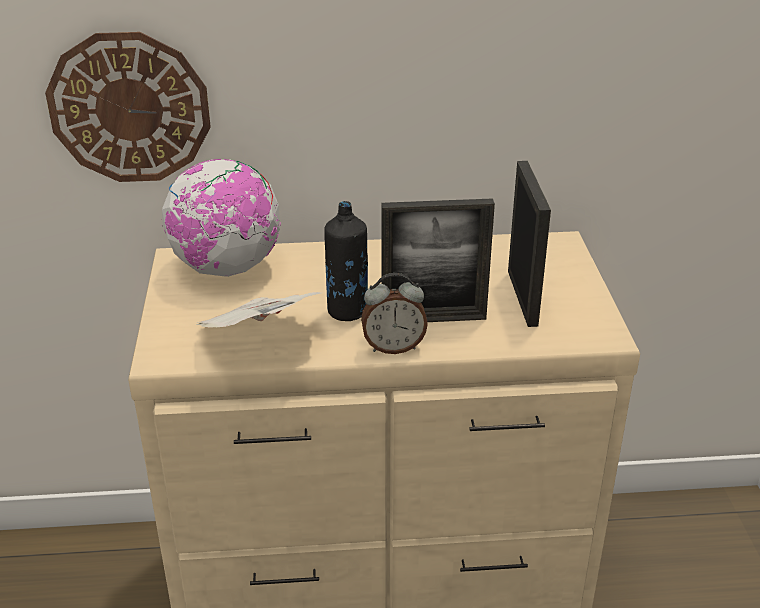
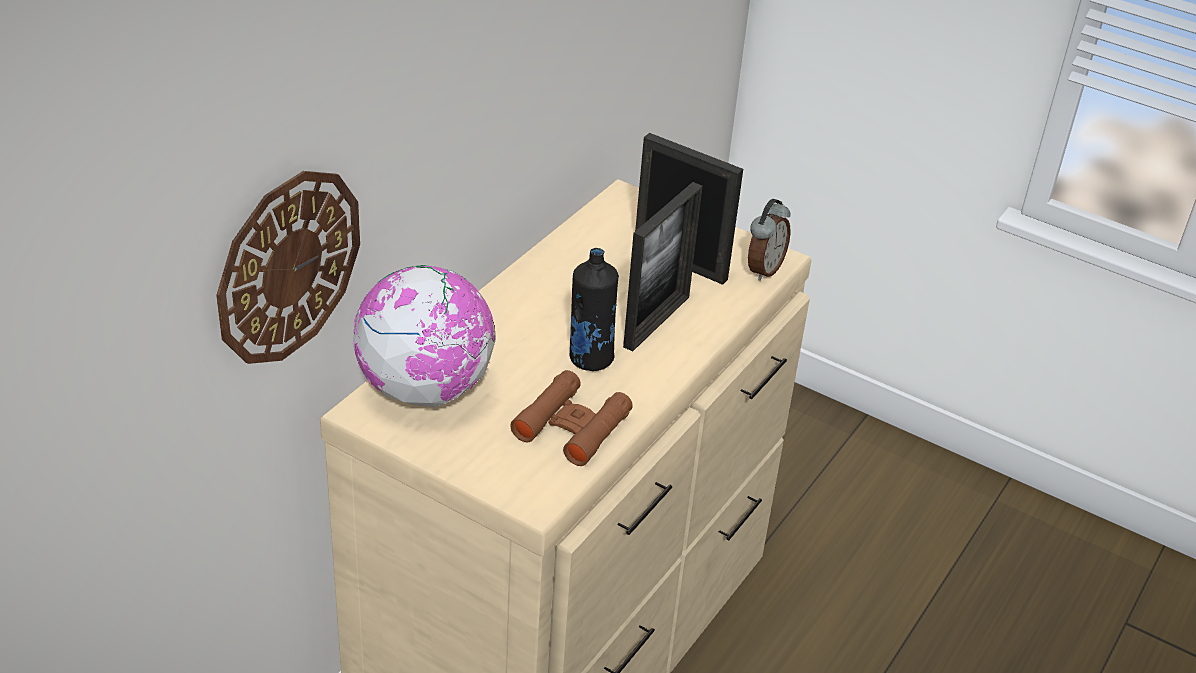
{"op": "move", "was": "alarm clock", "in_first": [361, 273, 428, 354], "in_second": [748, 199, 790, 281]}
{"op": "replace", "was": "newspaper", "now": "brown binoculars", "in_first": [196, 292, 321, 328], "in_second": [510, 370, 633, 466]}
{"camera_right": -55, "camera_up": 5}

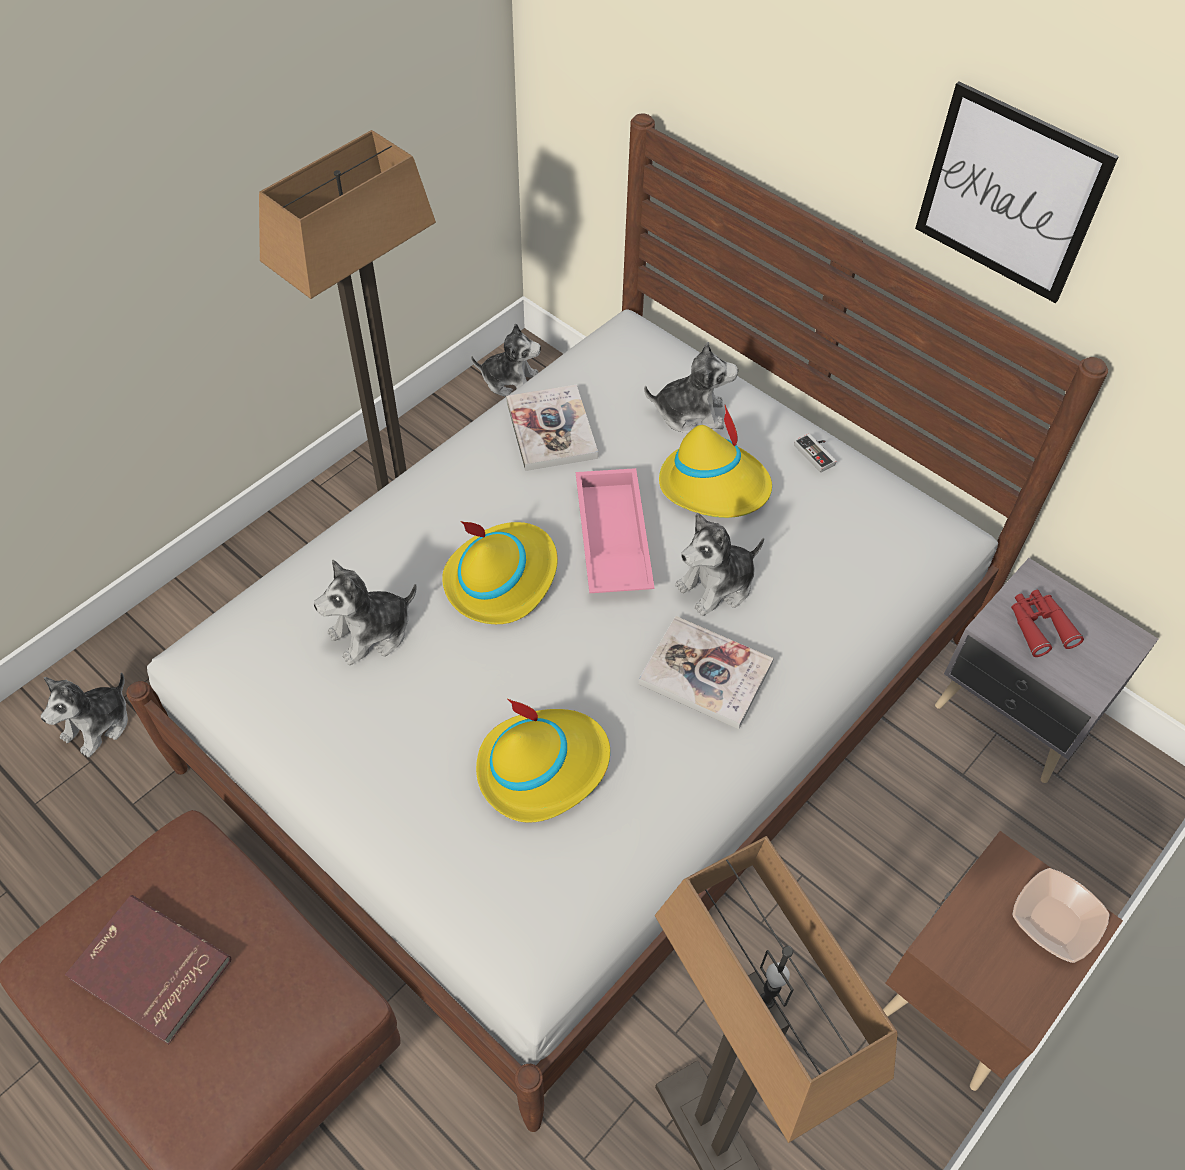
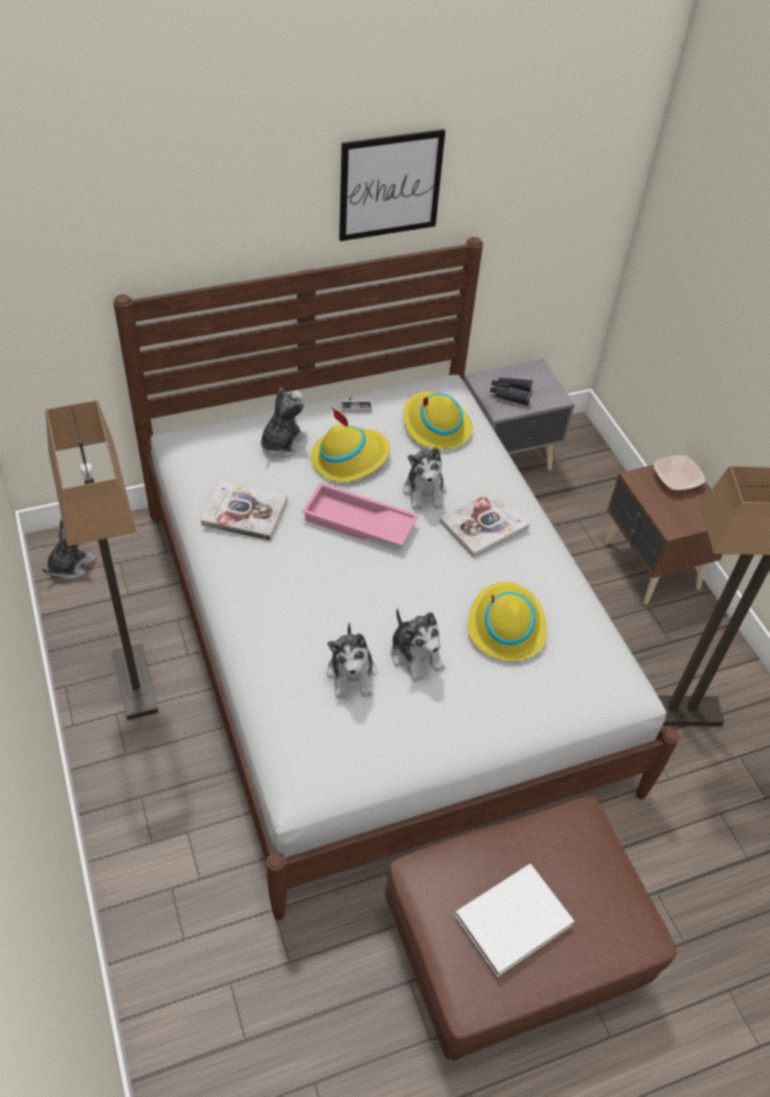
{"op": "move", "was": "plush toy", "in_first": [41, 673, 128, 757], "in_second": [391, 608, 445, 682]}
{"op": "move", "was": "yellow hat", "in_first": [442, 521, 558, 624], "in_second": [403, 391, 473, 449]}
{"op": "recolor", "was": "red book", "now": "white book", "in_first": [65, 895, 231, 1045], "in_second": [455, 864, 574, 977]}
{"op": "recolor", "was": "red binoculars", "now": "black binoculars", "in_first": [1011, 590, 1084, 657], "in_second": [490, 378, 533, 406]}
{"camera_right": -65, "camera_up": -5}

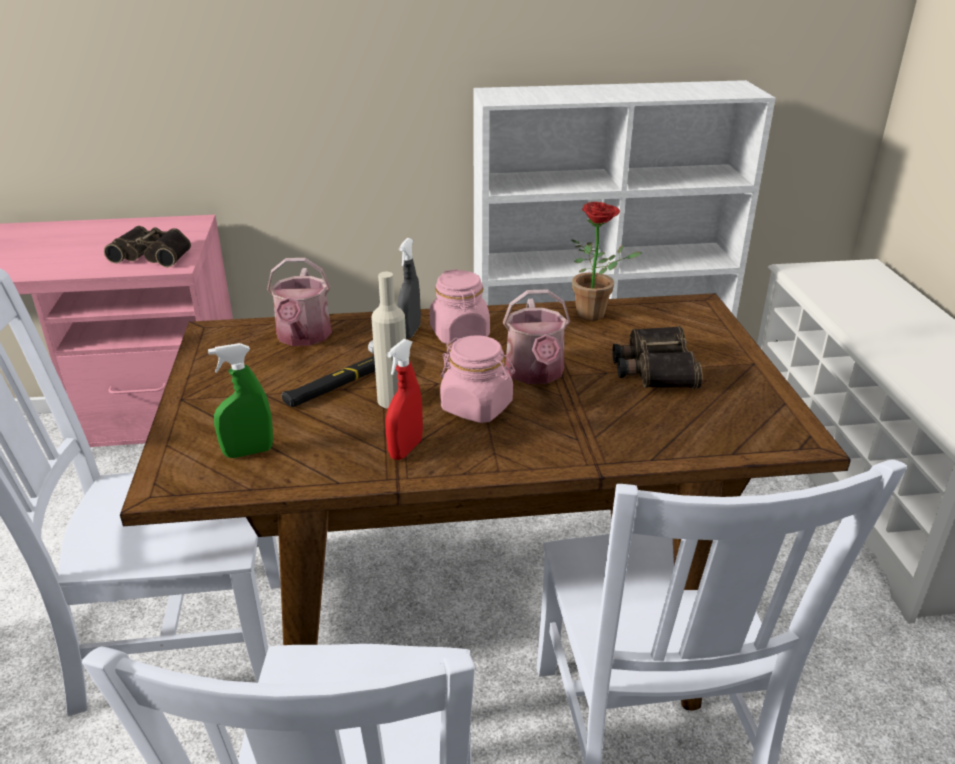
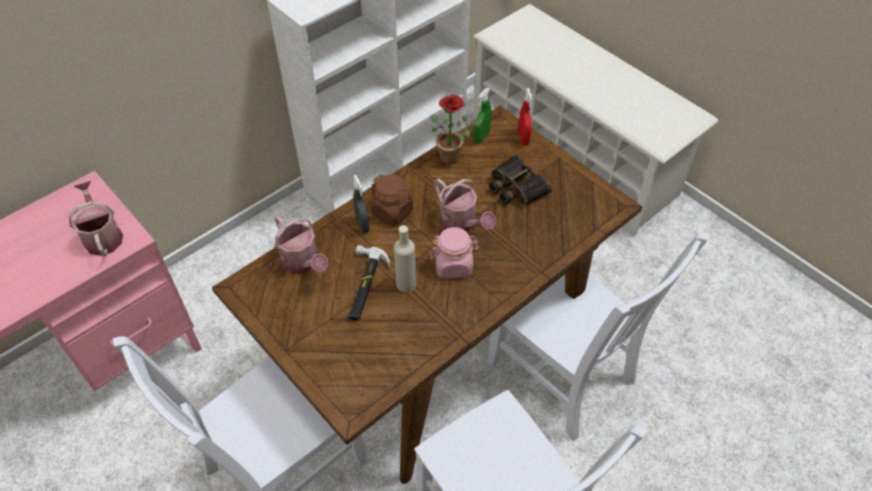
{"op": "move", "was": "green spray bottle", "in_first": [208, 343, 273, 458], "in_second": [473, 88, 492, 144]}
{"op": "move", "was": "red spray bottle", "in_first": [385, 339, 423, 460], "in_second": [518, 88, 533, 145]}
{"op": "replace", "was": "binoculars", "now": "watering can", "in_first": [104, 226, 191, 267], "in_second": [69, 181, 123, 256]}
{"op": "recolor", "was": "pink jar", "now": "brown jar", "in_first": [430, 269, 490, 344], "in_second": [370, 174, 413, 226]}
{"camera_right": -35, "camera_up": 20}

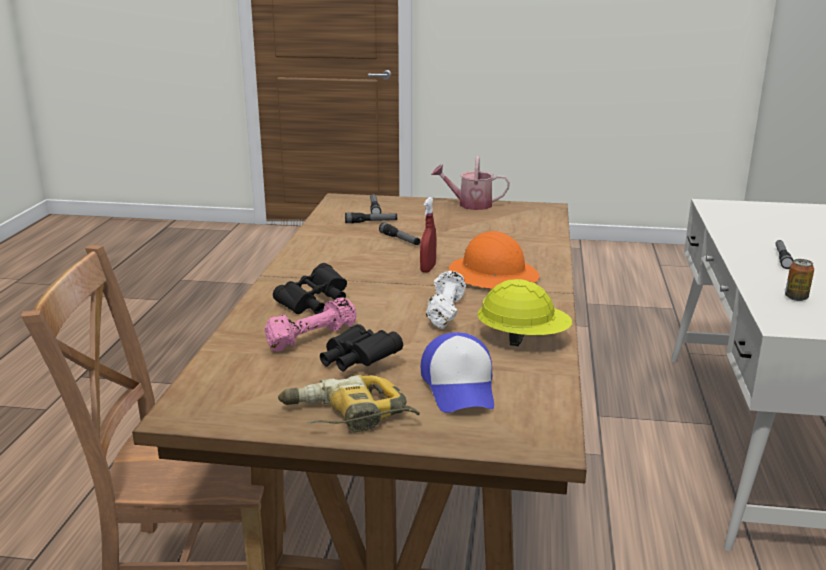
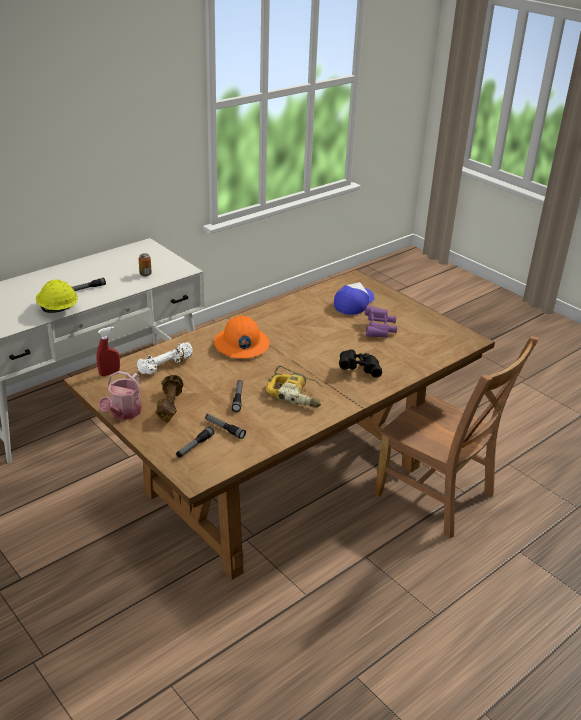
{"op": "delete", "was": "pink dumbbell", "in_first": [264, 297, 356, 352]}
{"op": "insert", "now": "brown dumbbell", "in_second": [156, 375, 183, 422]}
{"op": "move", "was": "power drill", "in_first": [278, 375, 420, 432], "in_second": [266, 366, 323, 408]}
{"op": "move", "was": "red spray bottle", "in_first": [420, 197, 436, 273], "in_second": [96, 326, 120, 376]}
{"op": "move", "was": "white dumbbell", "in_first": [426, 271, 466, 329], "in_second": [137, 342, 193, 375]}
{"op": "move", "was": "yellow hard hat", "in_first": [478, 279, 572, 346], "in_second": [36, 279, 78, 313]}
{"op": "recolor", "was": "black binoculars", "now": "purple binoculars", "in_first": [320, 324, 403, 371], "in_second": [365, 305, 397, 338]}
{"op": "rotate", "was": "watering can", "in_first": [431, 156, 510, 210], "in_second": [98, 371, 142, 420], "clockwise": 60}
{"camera_right": -140, "camera_up": 10}

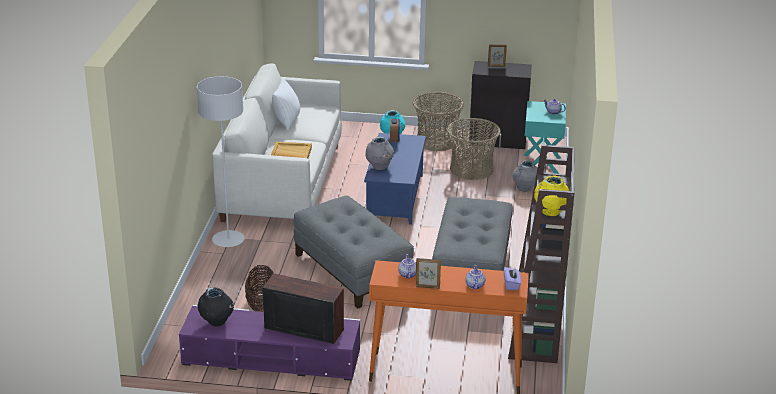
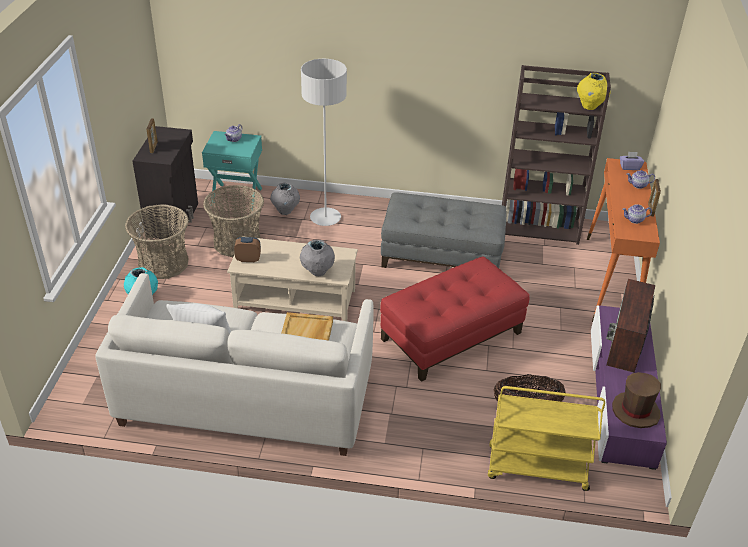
{"op": "insert", "now": "yellow cart", "in_second": [488, 386, 605, 491]}
{"op": "move", "was": "grey floor lamp", "in_first": [197, 76, 245, 247], "in_second": [301, 59, 347, 226]}
{"op": "replace", "was": "black vase", "now": "brown hat", "in_first": [198, 288, 234, 327], "in_second": [612, 372, 661, 428]}
{"op": "recolor", "was": "grey ottoman", "now": "red ottoman", "in_first": [294, 195, 414, 309], "in_second": [380, 257, 530, 382]}
{"op": "recolor", "was": "blue coffee table", "now": "beige coffee table", "in_first": [364, 133, 426, 225], "in_second": [227, 236, 358, 321]}
{"camera_right": -90, "camera_up": 10}

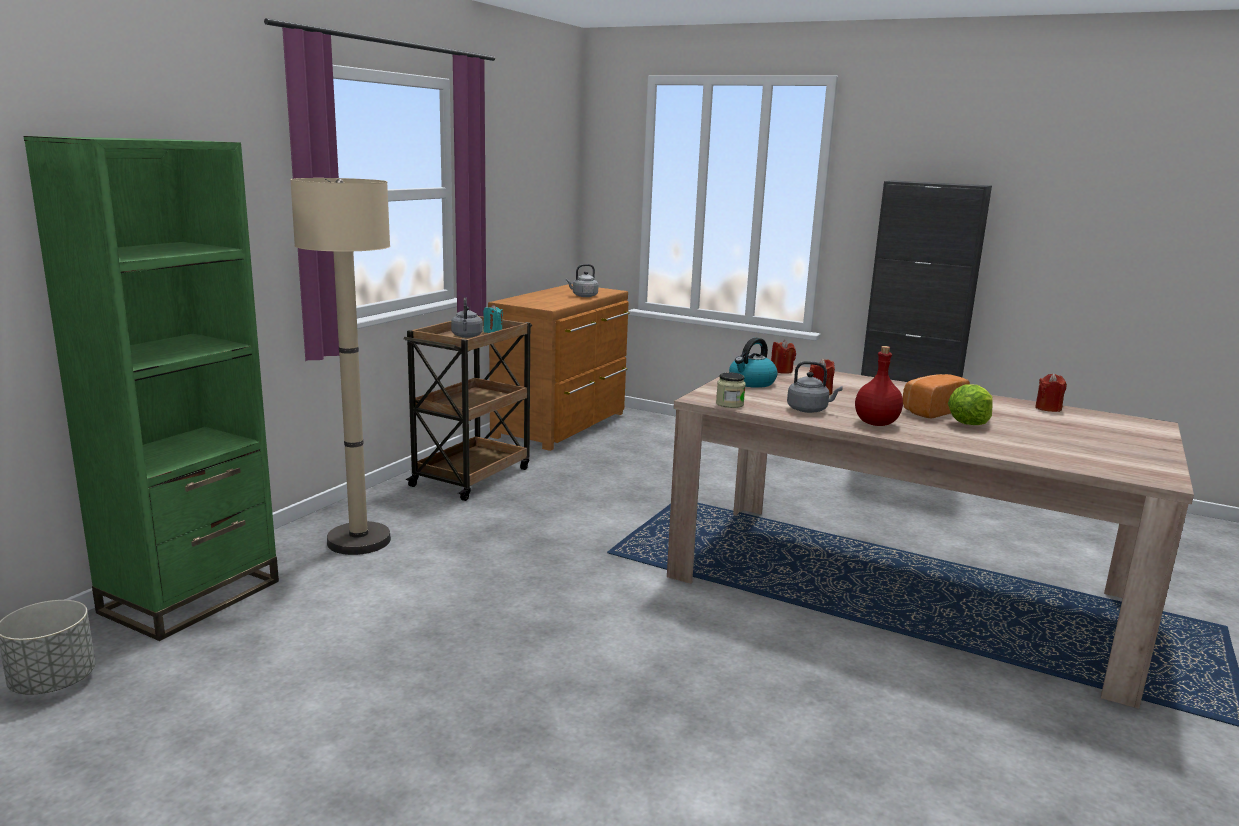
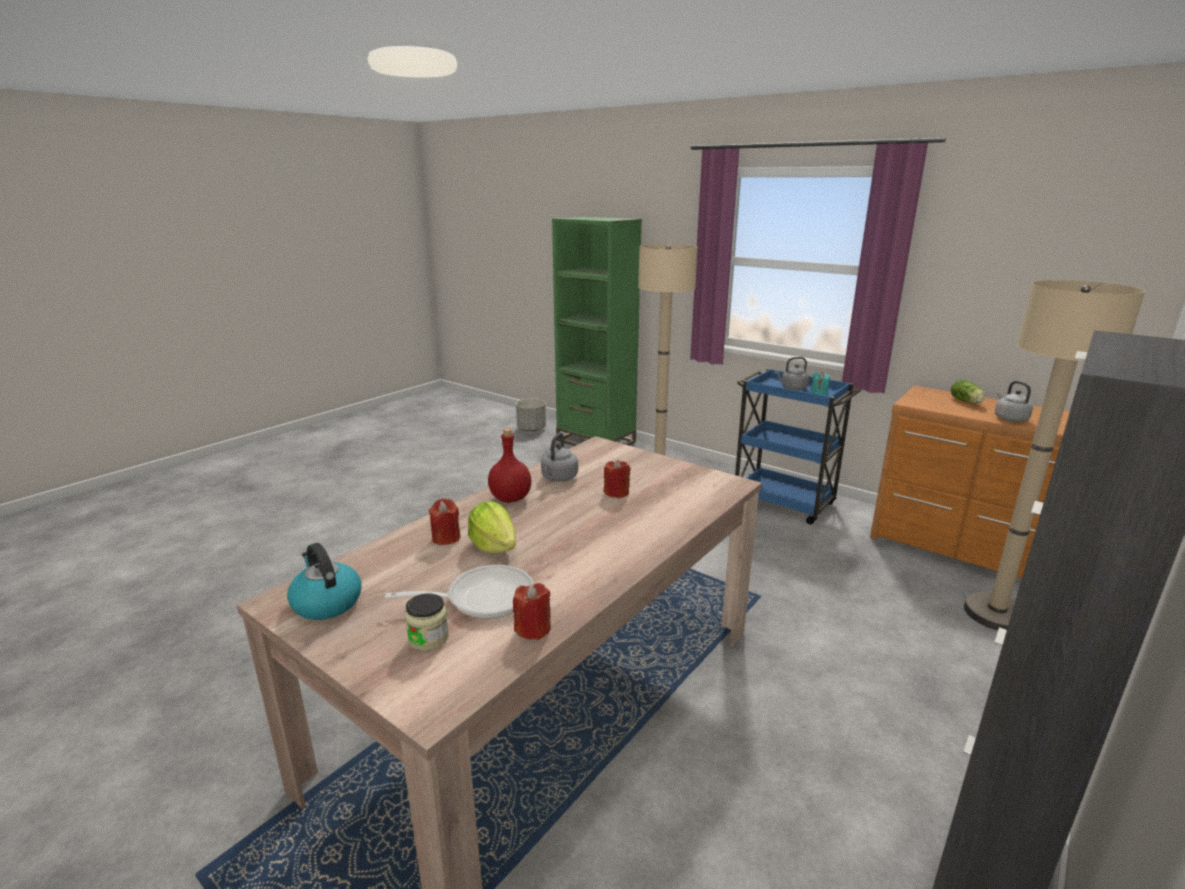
{"op": "delete", "was": "bread", "in_first": [903, 374, 970, 418]}
{"op": "insert", "now": "frying pan", "in_second": [385, 565, 534, 619]}
{"op": "insert", "now": "lettuce", "in_second": [951, 379, 985, 403]}
{"op": "insert", "now": "beige floor lamp", "in_second": [964, 280, 1145, 630]}
{"op": "move", "was": "jar", "in_first": [716, 372, 746, 408], "in_second": [405, 593, 449, 651]}
{"op": "move", "was": "kettle", "in_first": [729, 338, 778, 388], "in_second": [287, 543, 362, 620]}
{"op": "move", "was": "red candle", "in_first": [771, 340, 796, 374], "in_second": [429, 498, 461, 545]}
{"op": "recolor", "was": "brown cart", "now": "blue cart", "in_first": [404, 315, 532, 501], "in_second": [735, 368, 861, 525]}
{"camera_right": 100, "camera_up": 5}

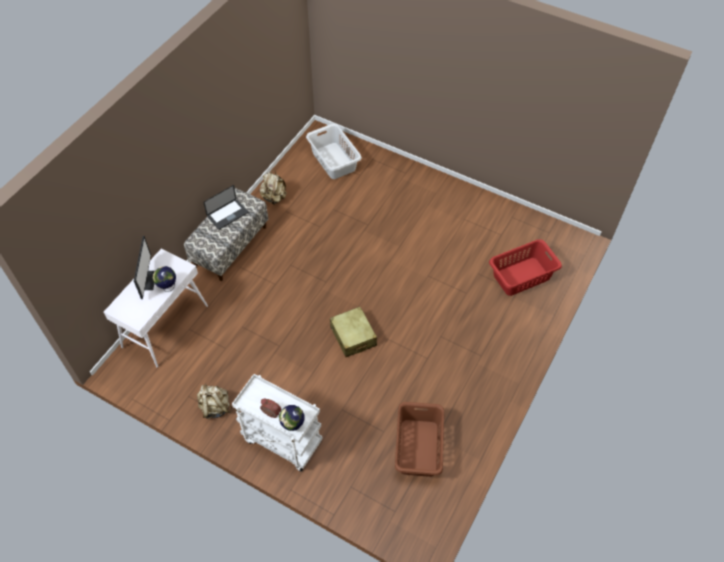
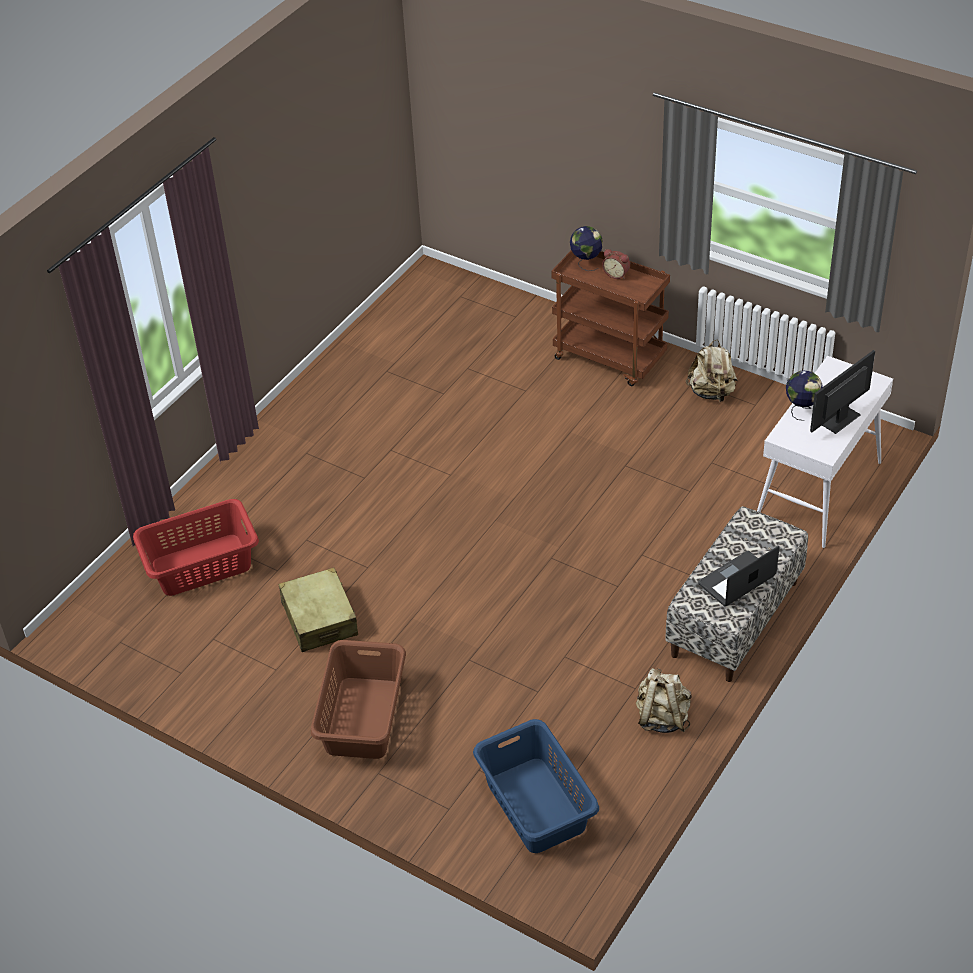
{"op": "move", "was": "beige suitcase", "in_first": [330, 307, 377, 357], "in_second": [278, 567, 358, 652]}
{"op": "move", "was": "brown laundry basket", "in_first": [395, 402, 444, 477], "in_second": [311, 640, 406, 759]}
{"op": "recolor", "was": "white cart", "now": "brown cart", "in_first": [232, 374, 323, 472], "in_second": [551, 250, 670, 386]}
{"op": "recolor", "was": "grey laundry basket", "now": "blue laundry basket", "in_first": [306, 124, 362, 179], "in_second": [473, 719, 599, 853]}
{"op": "rotate", "was": "monitor", "in_first": [134, 236, 154, 299], "in_second": [810, 350, 875, 434], "clockwise": 45}
{"camera_right": -175, "camera_up": -10}

